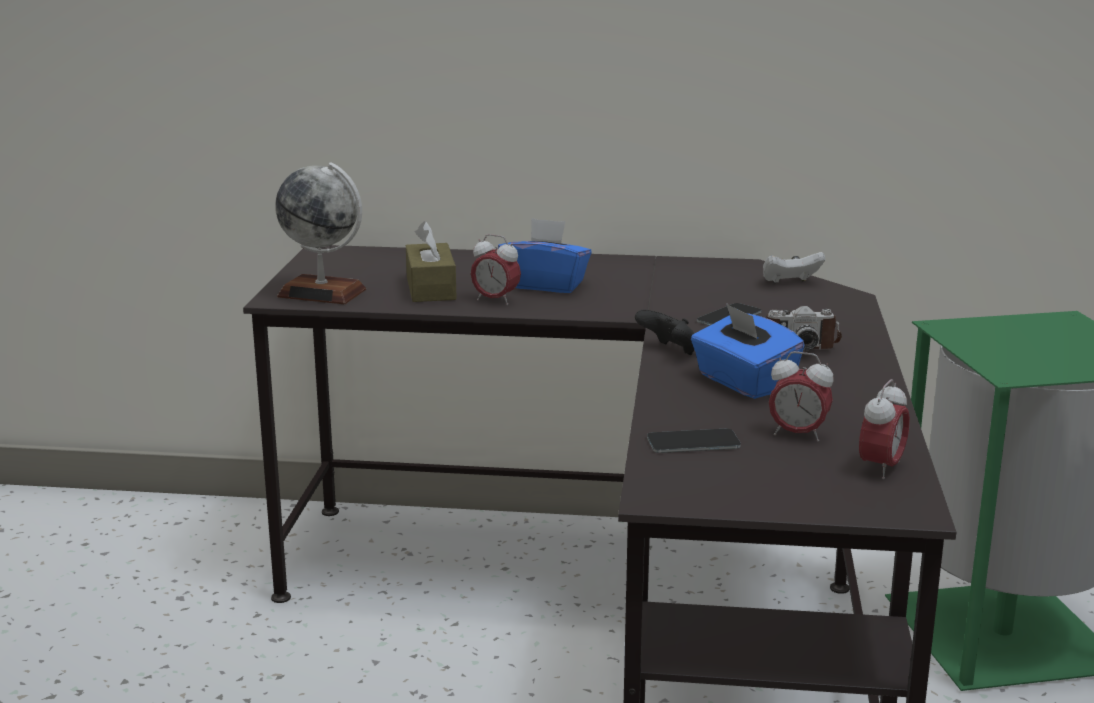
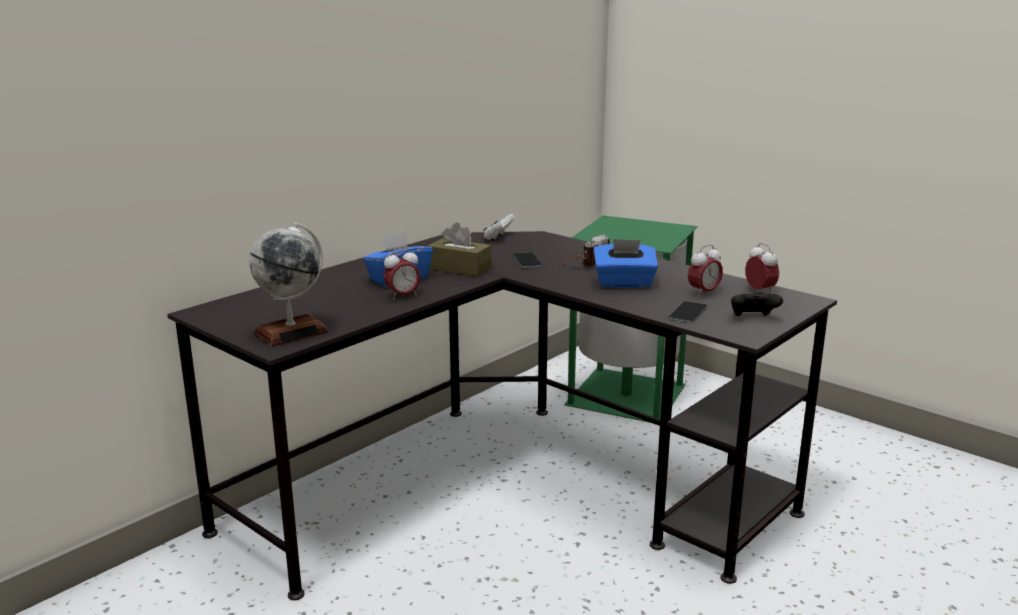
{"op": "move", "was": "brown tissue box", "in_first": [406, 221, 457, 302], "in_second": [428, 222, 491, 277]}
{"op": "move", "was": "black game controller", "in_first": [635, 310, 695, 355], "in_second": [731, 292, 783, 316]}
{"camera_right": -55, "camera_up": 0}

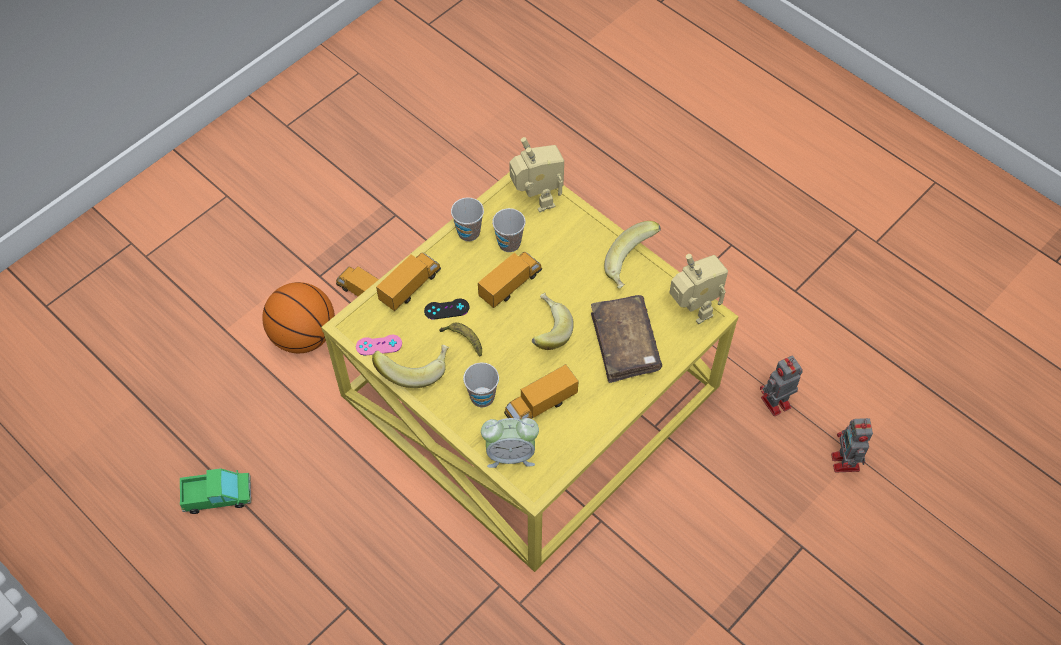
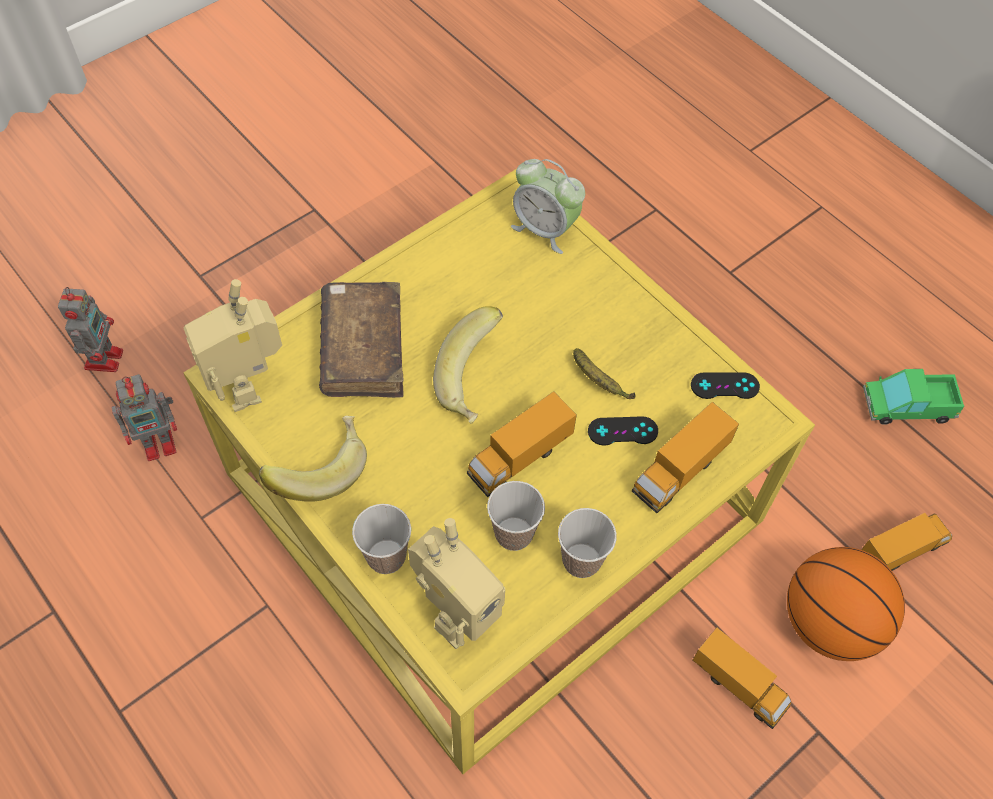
{"op": "delete", "was": "banana", "in_first": [372, 345, 449, 388]}
{"op": "move", "was": "cup", "in_first": [463, 362, 499, 408], "in_second": [352, 504, 411, 574]}
{"op": "move", "was": "toy truck", "in_first": [504, 364, 578, 420], "in_second": [861, 513, 952, 571]}
{"op": "recolor", "was": "pink game controller", "now": "black game controller", "in_first": [356, 335, 402, 355], "in_second": [691, 372, 760, 399]}
{"op": "rotate", "was": "alarm clock", "in_first": [481, 418, 539, 468], "in_second": [511, 159, 585, 254], "clockwise": -150}
{"op": "rotate", "was": "toy robot", "in_first": [509, 137, 564, 212], "in_second": [408, 518, 505, 649], "clockwise": -120}
{"camera_right": -175, "camera_up": 0}

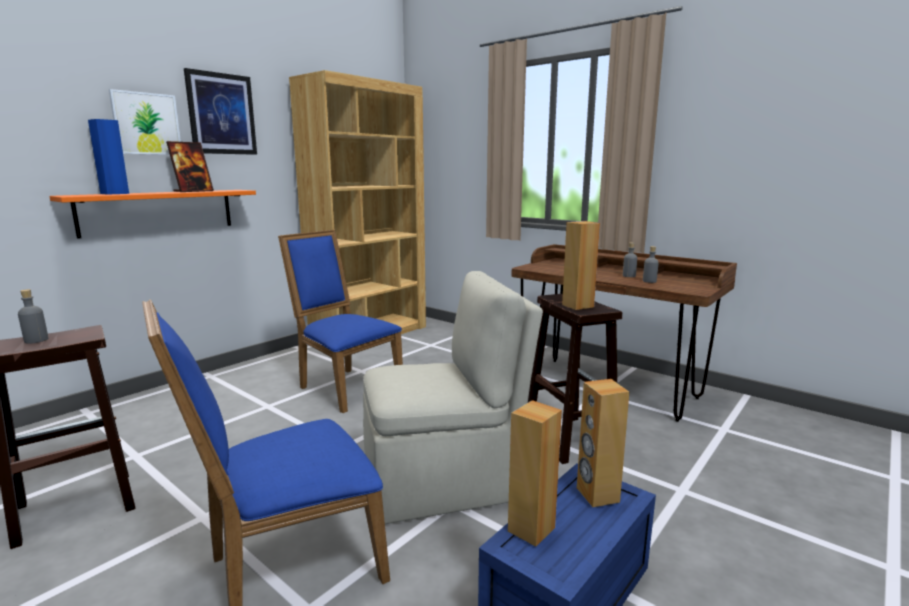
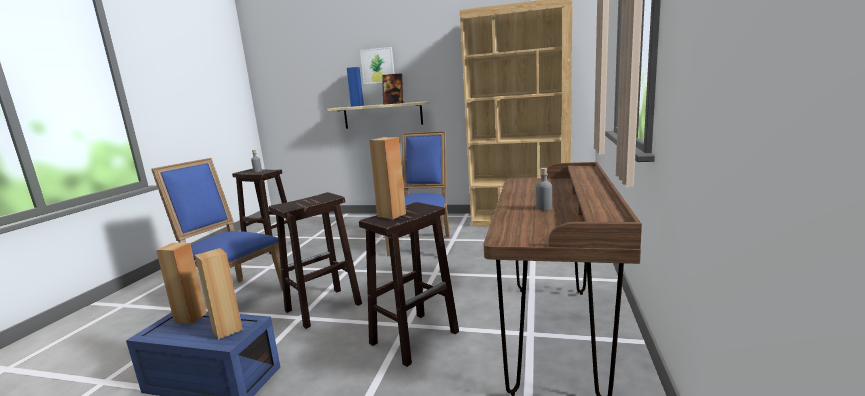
{"op": "delete", "was": "picture", "in_first": [184, 68, 257, 155]}
{"op": "delete", "was": "grey bottle", "in_first": [643, 246, 659, 283]}
{"op": "replace", "was": "beige chair", "now": "brown stool", "in_first": [363, 271, 543, 524], "in_second": [269, 192, 362, 329]}
{"op": "recolor", "was": "orange shelf", "now": "beige shelf", "in_first": [49, 190, 256, 239], "in_second": [327, 101, 430, 129]}
{"camera_right": 65, "camera_up": 0}

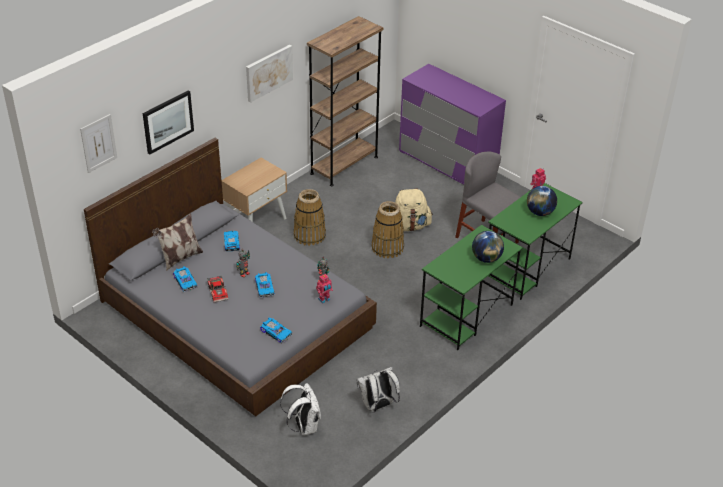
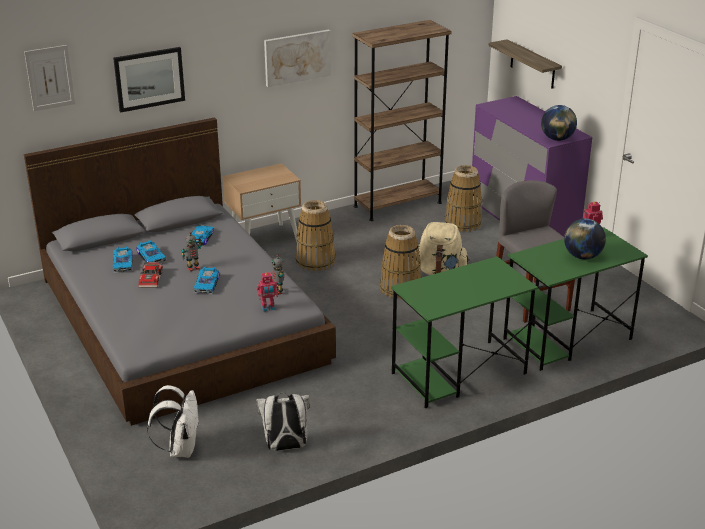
{"op": "delete", "was": "pillow", "in_first": [152, 213, 203, 271]}
{"op": "insert", "now": "basket", "in_second": [445, 165, 482, 232]}
{"op": "insert", "now": "shelf", "in_second": [488, 39, 562, 89]}
{"op": "move", "was": "toy car", "in_first": [260, 318, 293, 343], "in_second": [137, 240, 167, 265]}
{"op": "move", "was": "globe", "in_first": [472, 231, 504, 263], "in_second": [541, 105, 577, 141]}
{"camera_right": 20, "camera_up": -10}

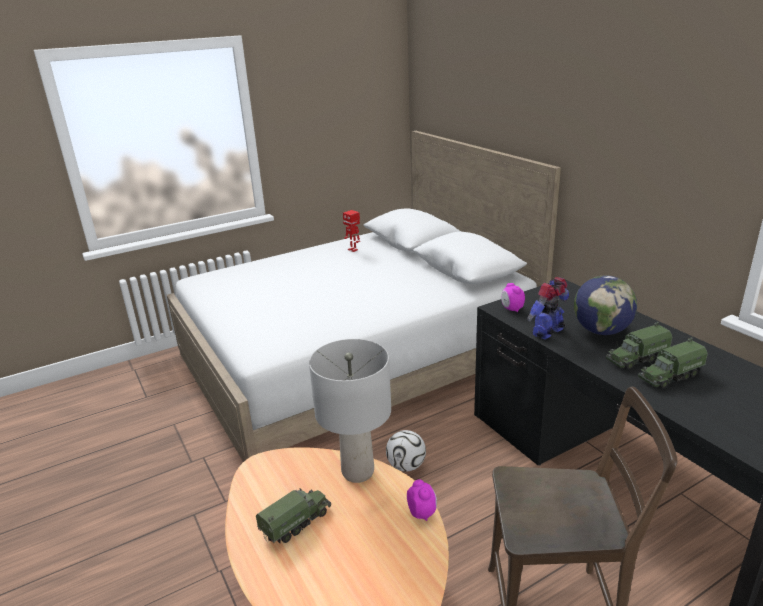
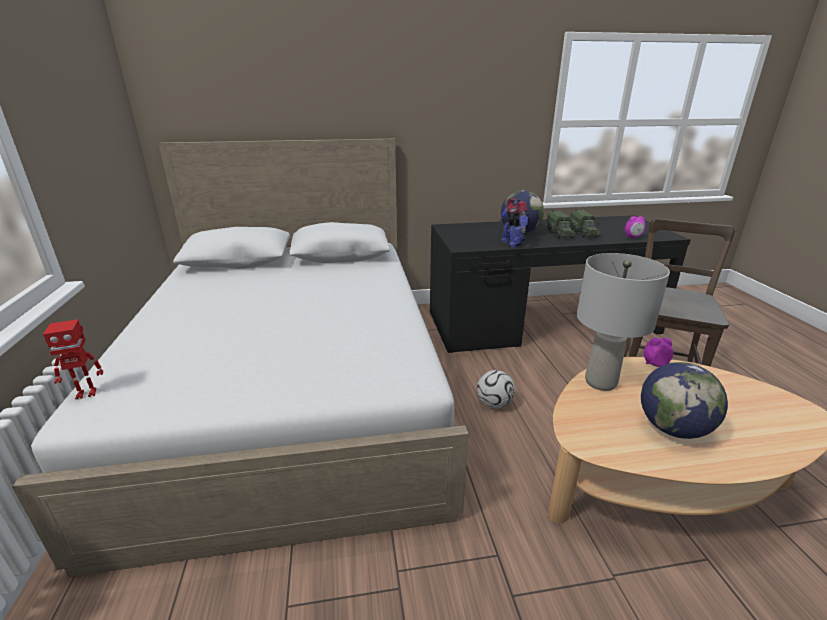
{"op": "move", "was": "toy robot", "in_first": [343, 210, 360, 252], "in_second": [43, 319, 103, 400]}
{"op": "move", "was": "alarm clock", "in_first": [501, 283, 525, 313], "in_second": [625, 216, 646, 238]}
{"op": "replace", "was": "toy truck", "now": "globe", "in_first": [256, 489, 331, 544], "in_second": [641, 362, 728, 439]}
{"camera_right": -70, "camera_up": 0}

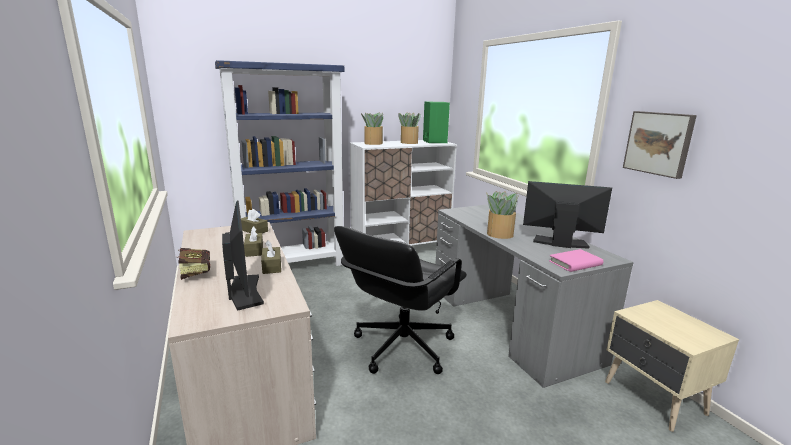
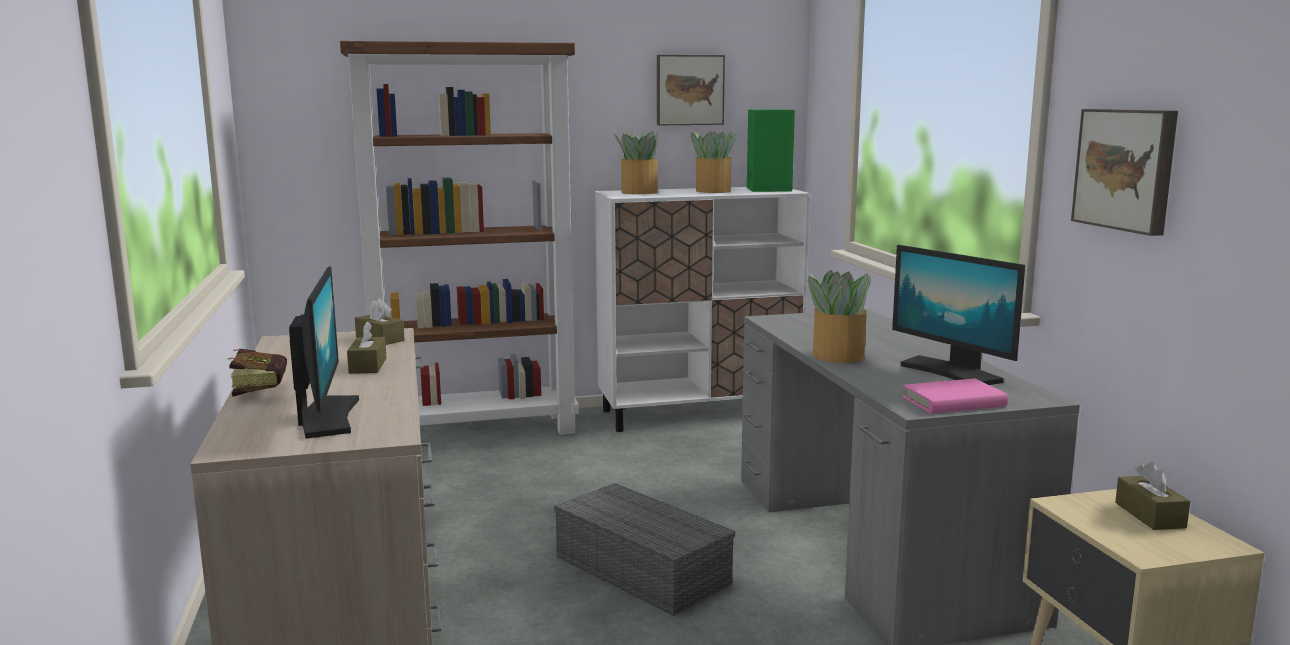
{"op": "insert", "now": "picture", "in_second": [657, 55, 725, 125]}
{"op": "move", "was": "brown tissue box", "in_first": [261, 240, 281, 274], "in_second": [1115, 462, 1190, 530]}
{"op": "replace", "was": "black office chair", "now": "grey storage box", "in_first": [334, 226, 467, 374], "in_second": [554, 483, 735, 616]}
{"op": "recolor", "was": "blue bookcase", "now": "brown bookcase", "in_first": [215, 60, 344, 266], "in_second": [340, 41, 579, 435]}
{"op": "rotate", "was": "monitor", "in_first": [523, 181, 612, 249], "in_second": [892, 245, 1025, 385], "clockwise": -150}
{"camera_right": 10, "camera_up": -5}

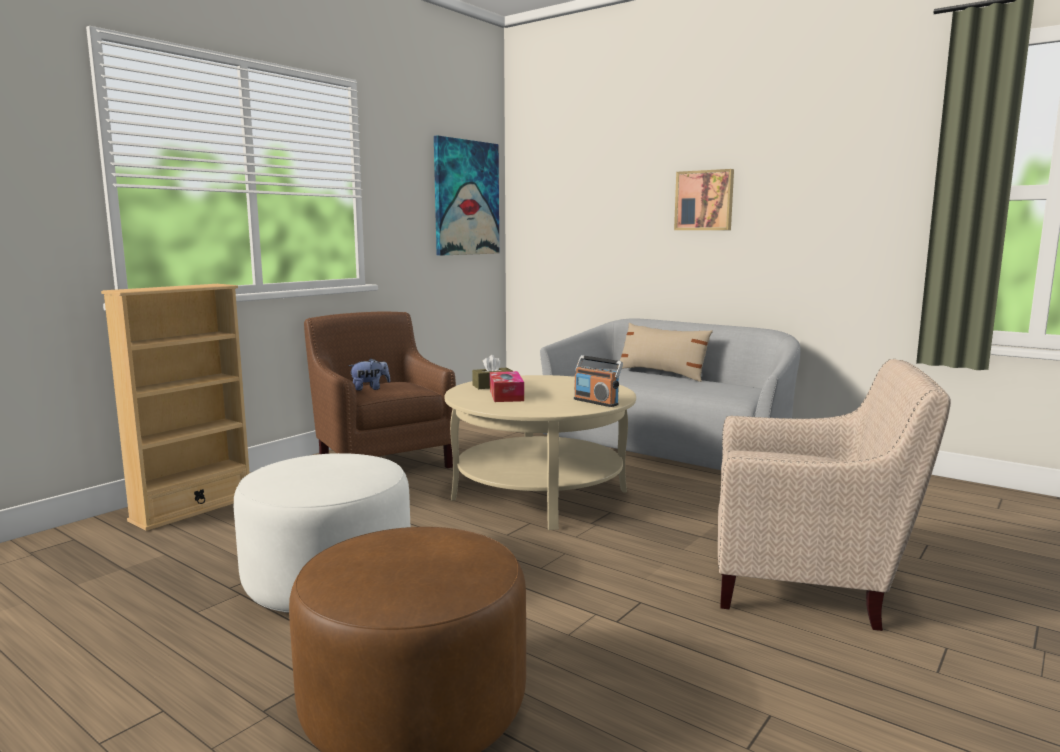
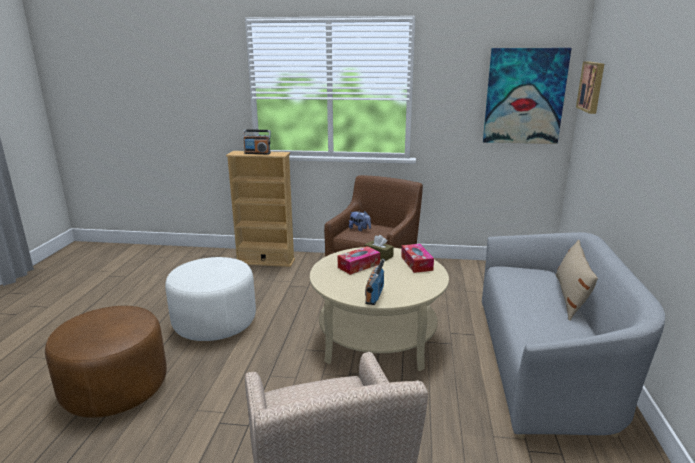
{"op": "insert", "now": "radio", "in_second": [243, 129, 271, 154]}
{"op": "insert", "now": "tissue box", "in_second": [401, 244, 434, 273]}
{"op": "move", "was": "picture", "in_first": [674, 169, 734, 230], "in_second": [576, 61, 604, 114]}
{"camera_right": 60, "camera_up": 10}

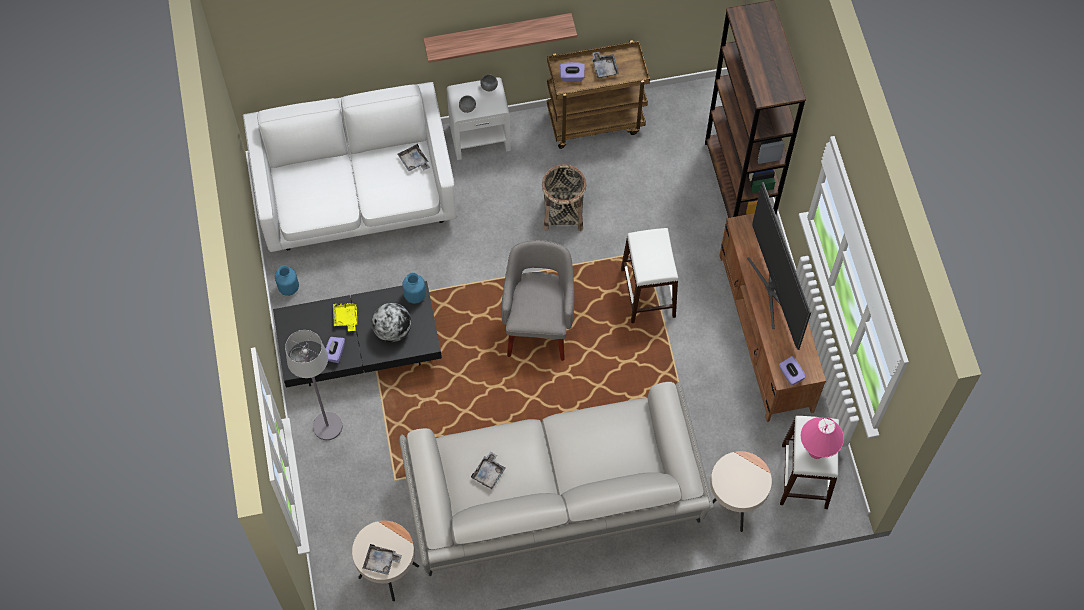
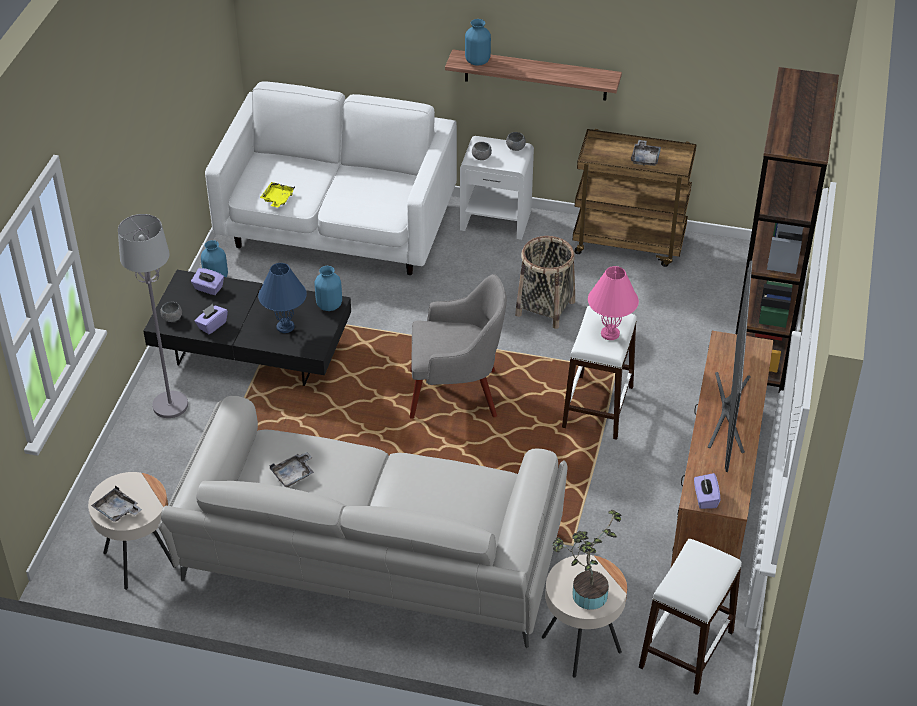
{"op": "delete", "was": "grey tray", "in_first": [397, 144, 430, 171]}
{"op": "insert", "now": "blue vase", "in_second": [465, 19, 491, 66]}
{"op": "insert", "now": "potted plant", "in_second": [553, 510, 622, 610]}
{"op": "move", "was": "yellow tray", "in_first": [333, 302, 357, 331], "in_second": [260, 182, 295, 208]}
{"op": "move", "was": "purple tissue box", "in_first": [560, 62, 585, 81], "in_second": [191, 268, 224, 295]}
{"op": "move", "was": "pink table lamp", "in_first": [801, 417, 844, 459], "in_second": [588, 266, 639, 340]}
{"op": "replace", "was": "globe", "now": "blue table lamp", "in_first": [372, 303, 411, 342], "in_second": [258, 263, 307, 333]}
{"op": "rotate", "was": "grey armchair", "in_first": [501, 240, 574, 361], "in_second": [410, 274, 507, 419], "clockwise": 60}
{"camera_right": 25, "camera_up": -20}

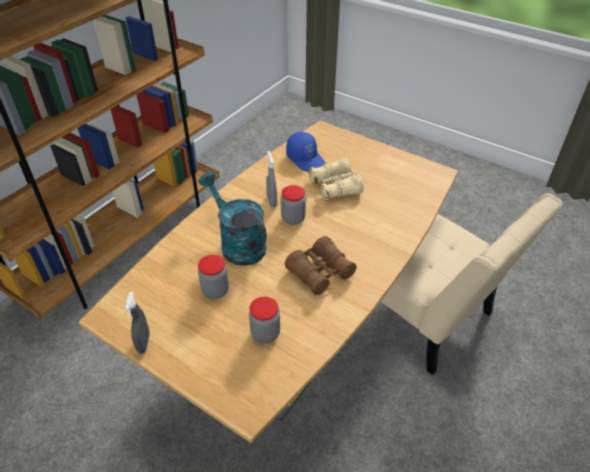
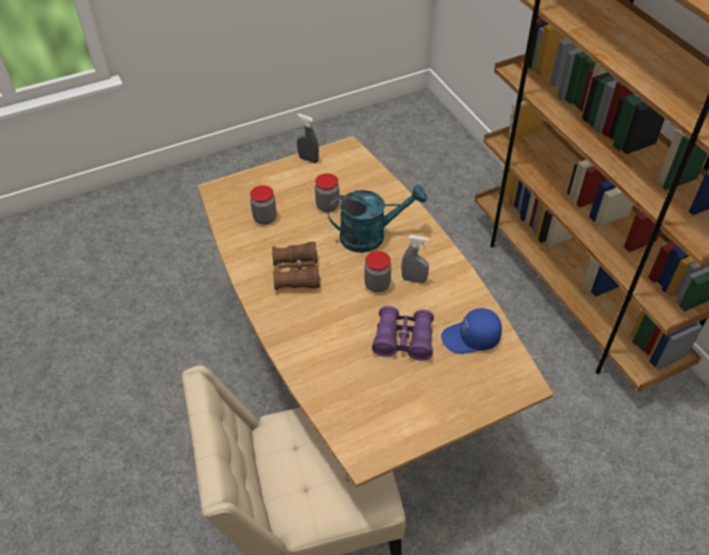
{"op": "recolor", "was": "beige binoculars", "now": "purple binoculars", "in_first": [309, 158, 364, 201], "in_second": [372, 306, 434, 361]}
{"camera_right": 120, "camera_up": 5}

